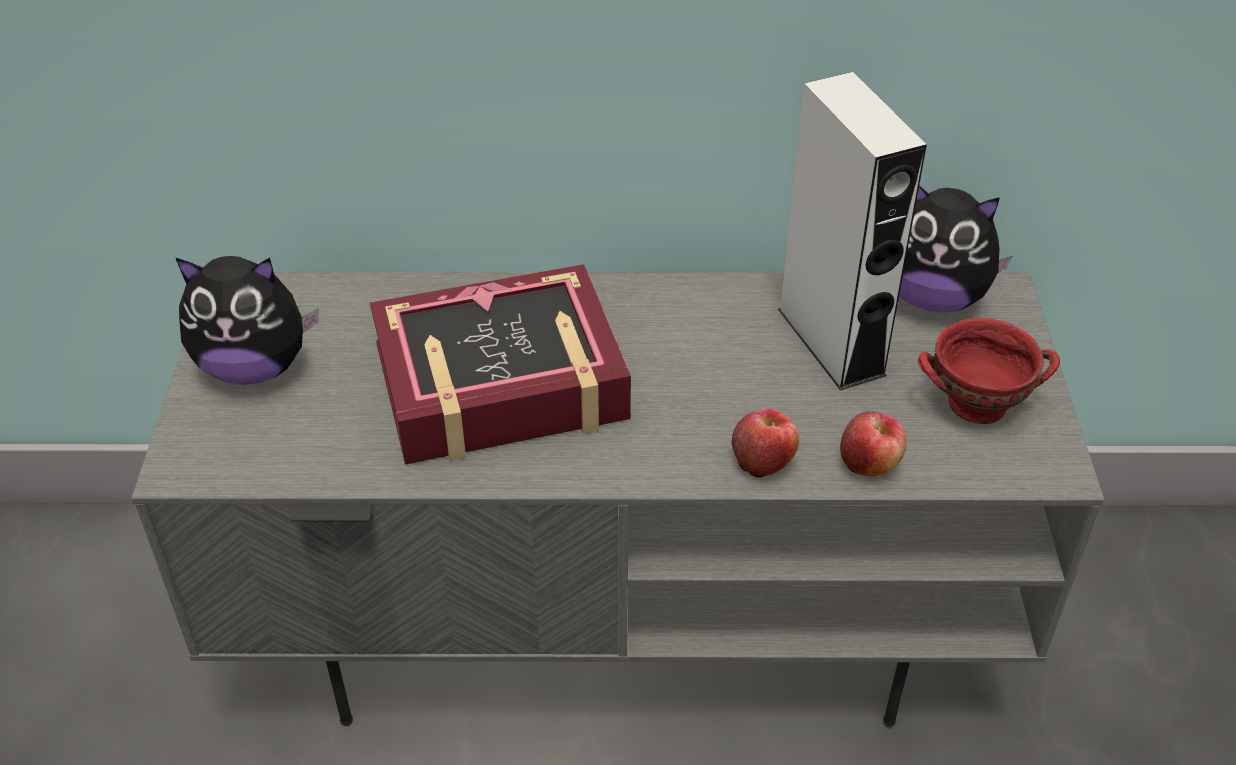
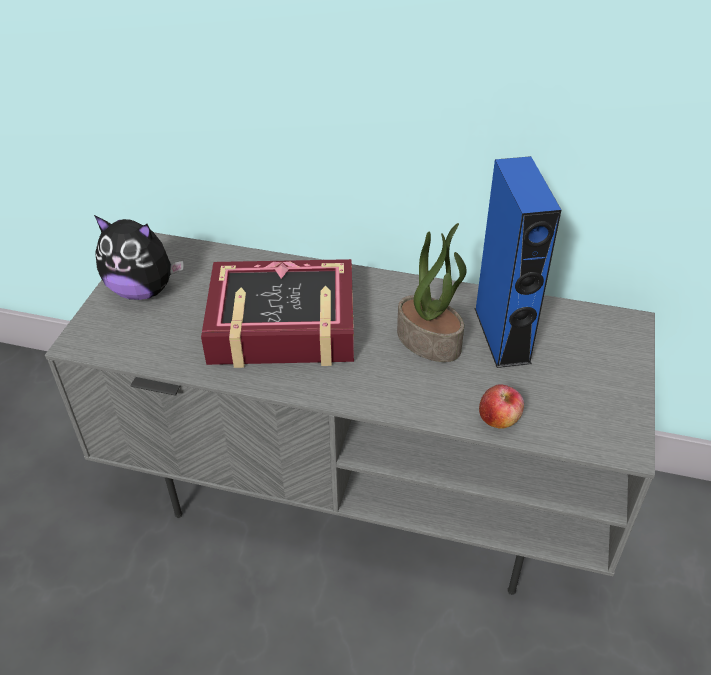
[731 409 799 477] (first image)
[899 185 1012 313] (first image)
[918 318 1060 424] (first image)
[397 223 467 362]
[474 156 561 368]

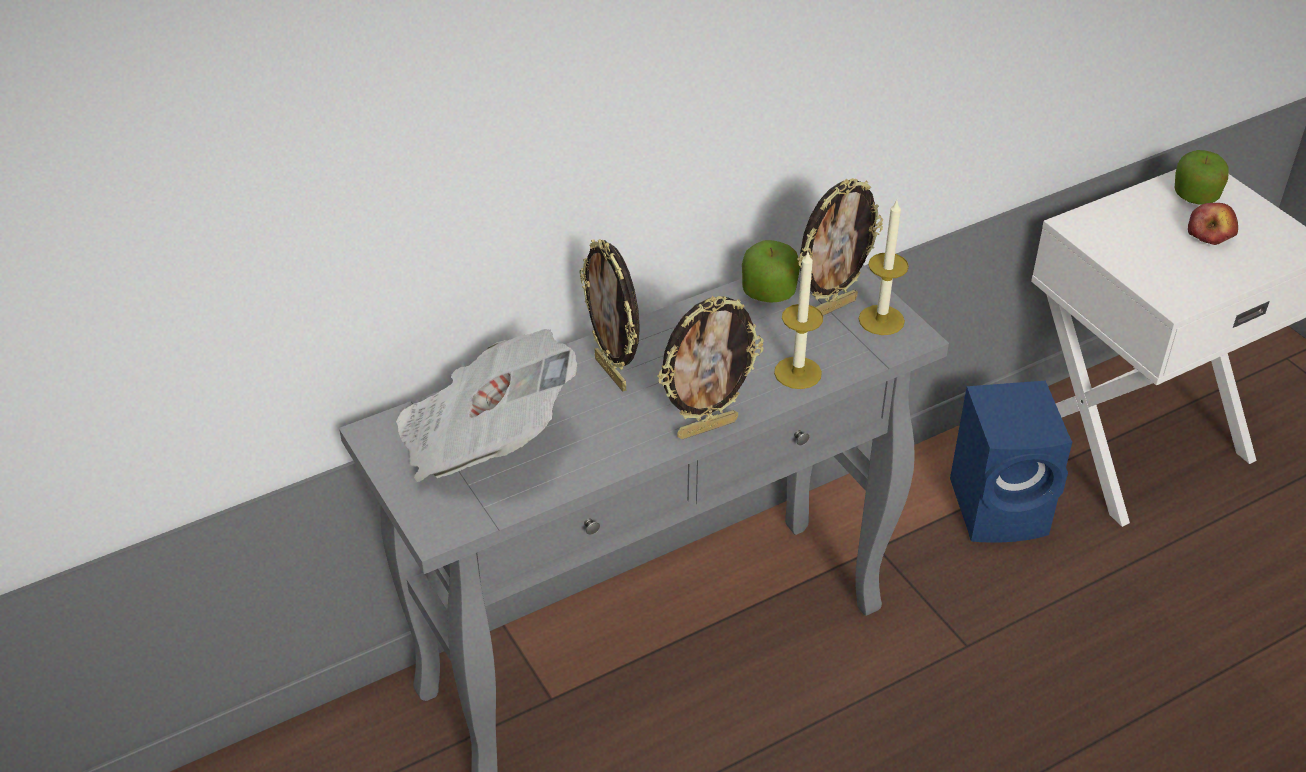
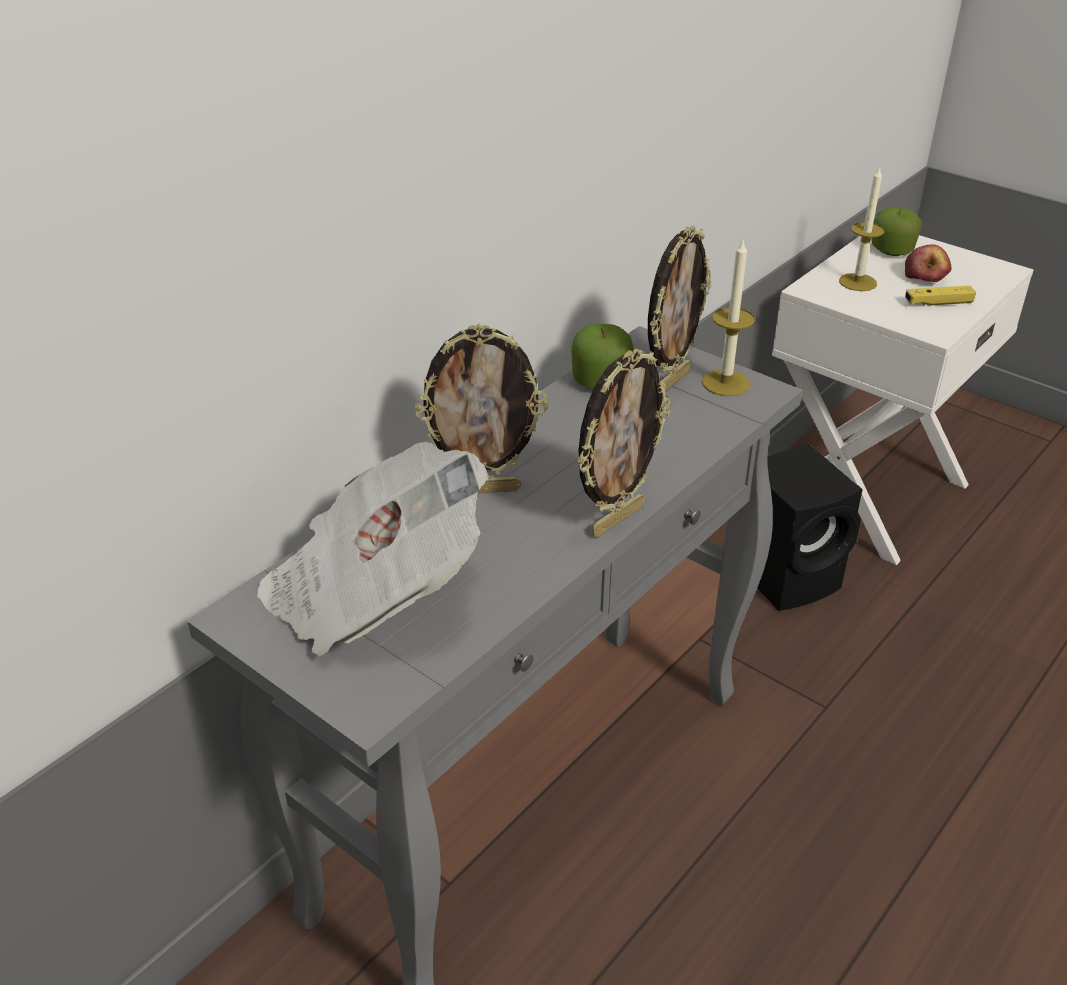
[905 285 976 306]
[839 166 885 291]
[757 444 863 611]
[415 323 548 493]

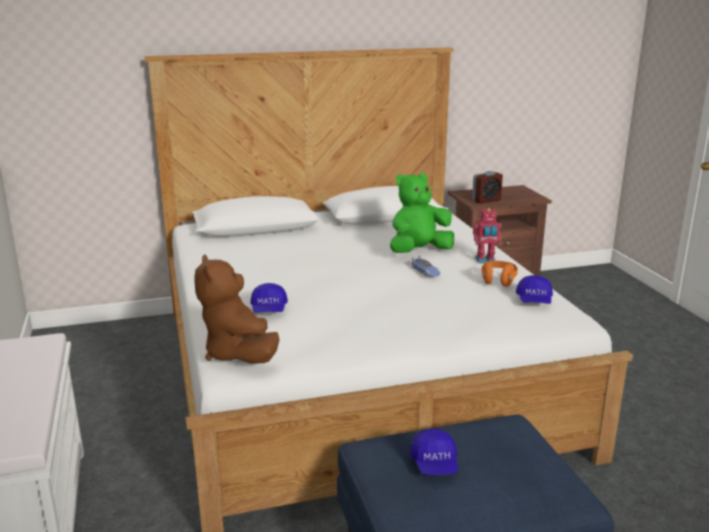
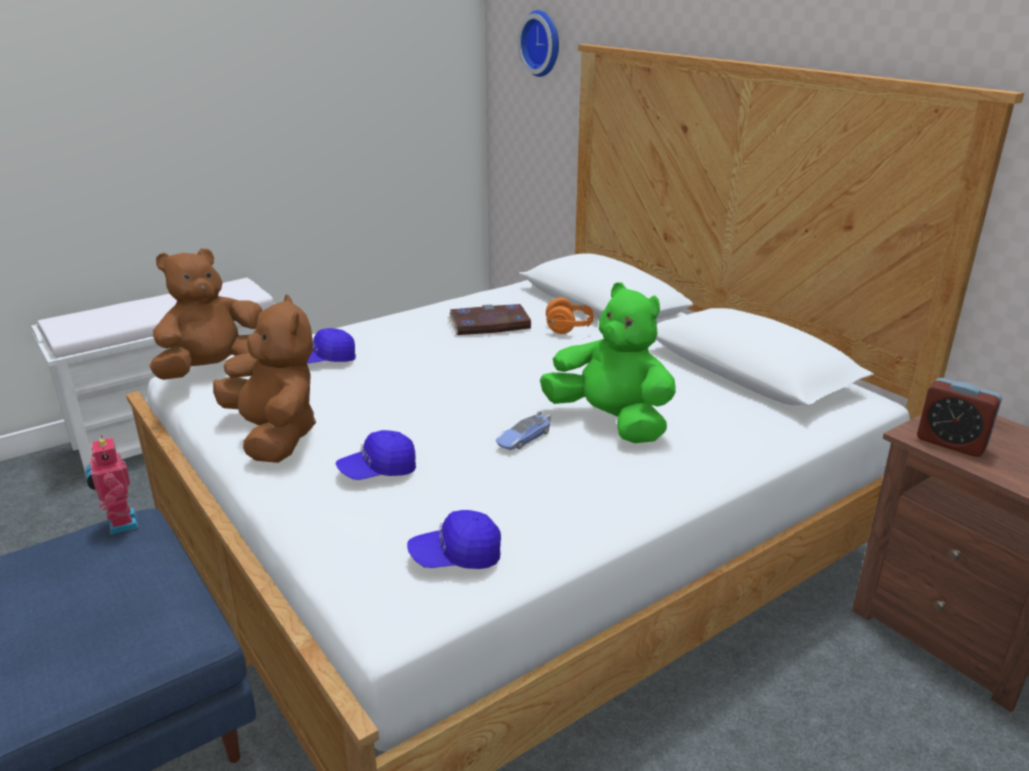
[213 294 316 463]
[448 304 532 335]
[518 10 559 77]
[336 430 416 480]
[86 436 139 535]
[546 298 596 334]

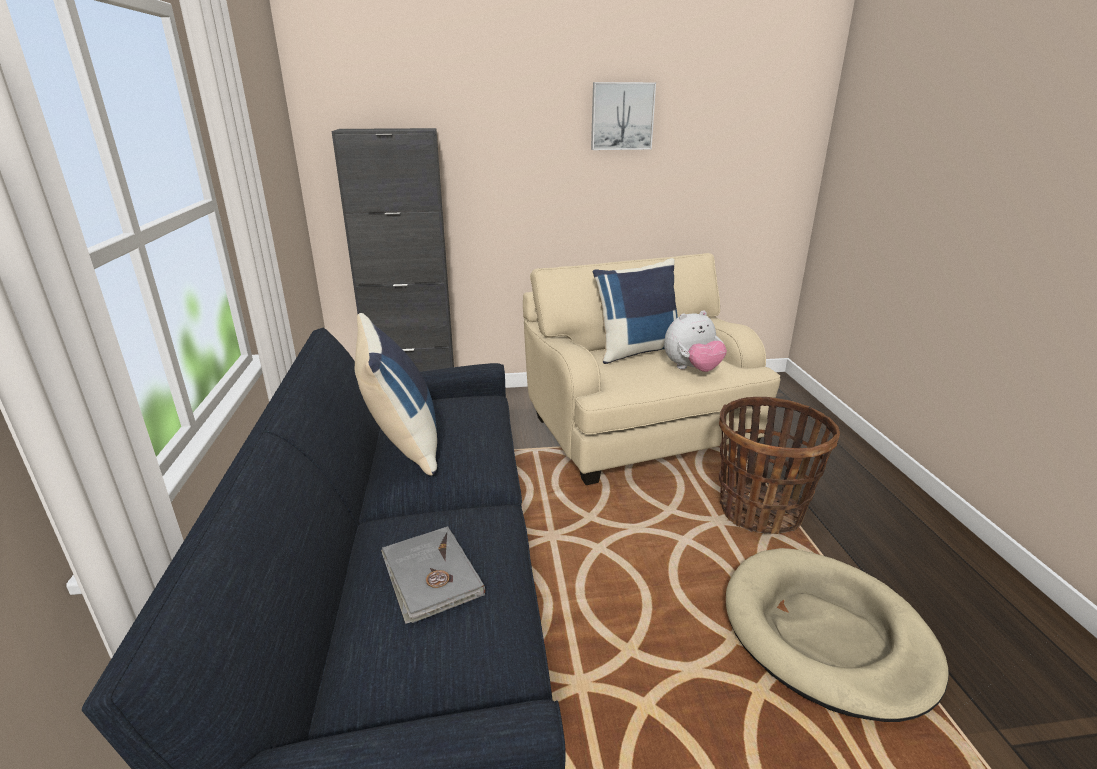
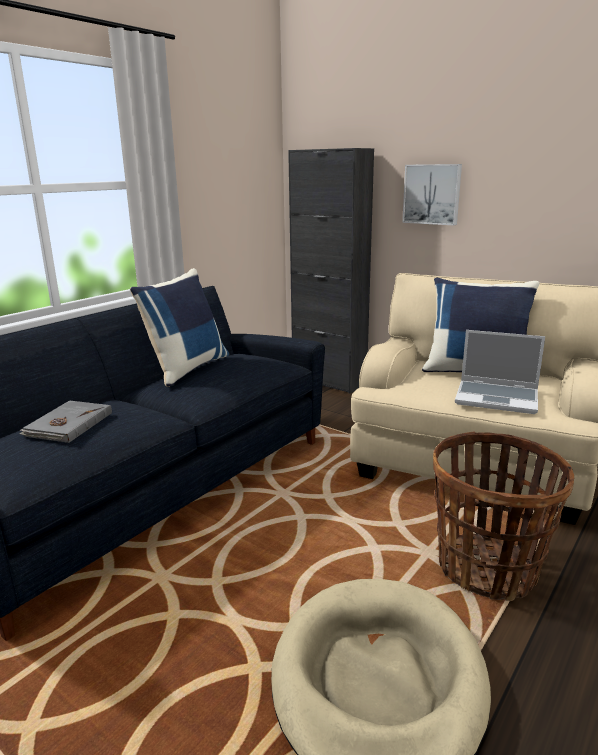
[402 164 462 225]
[455 330 545 414]

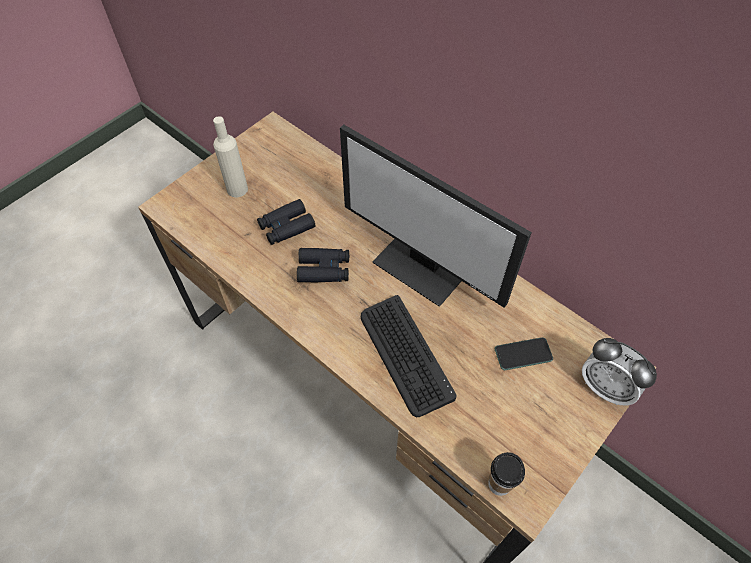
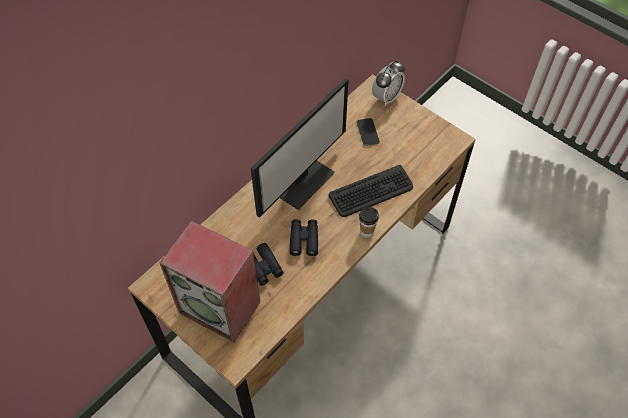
[359 207 379 238]
[160 221 260 342]

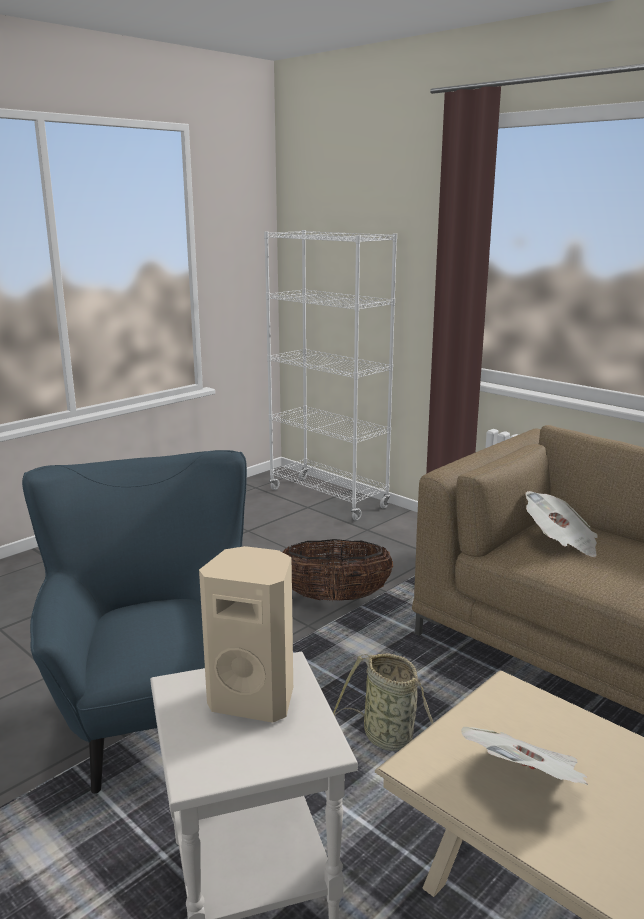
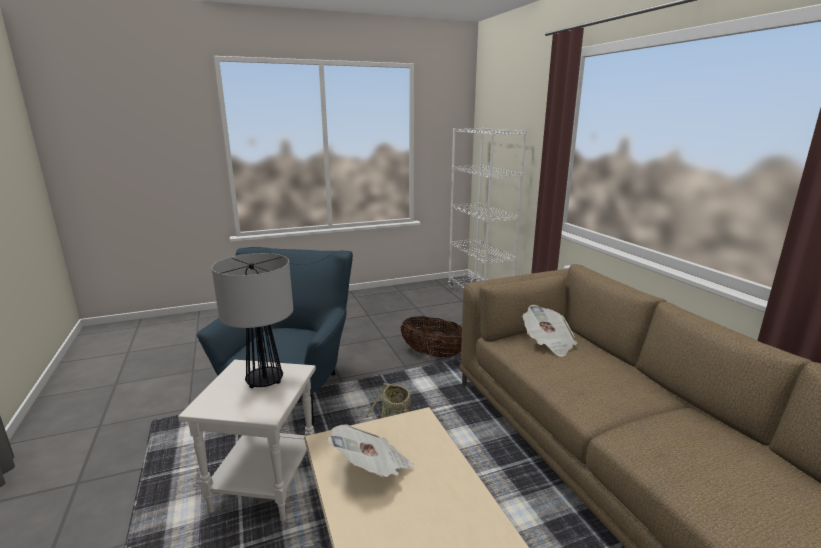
[212 253 293 388]

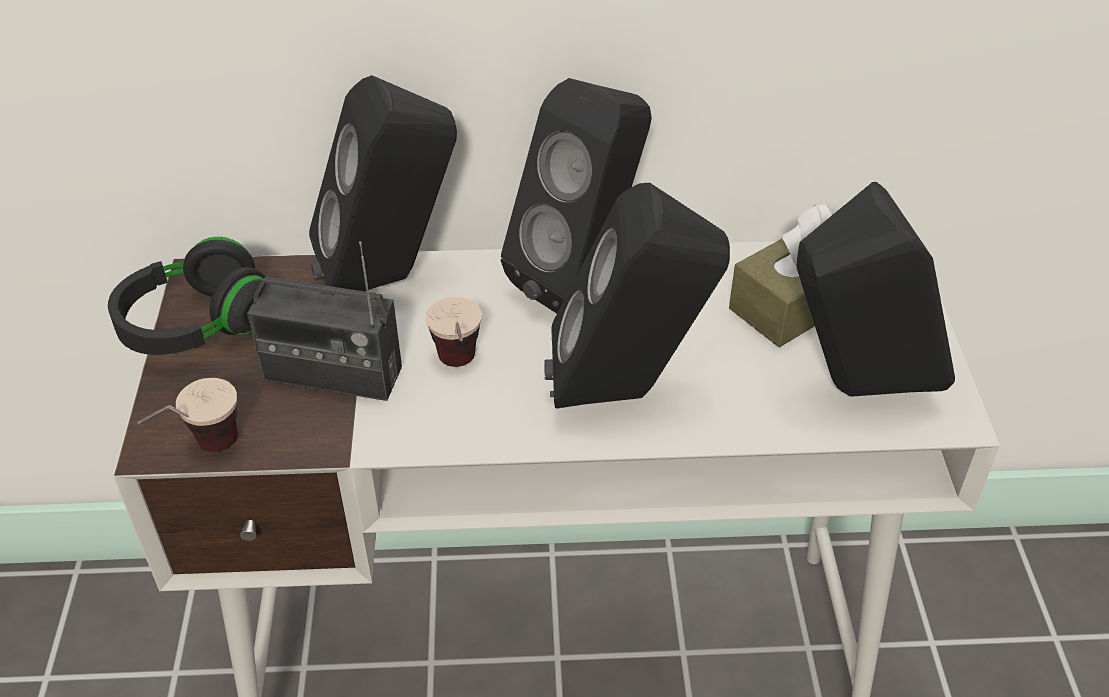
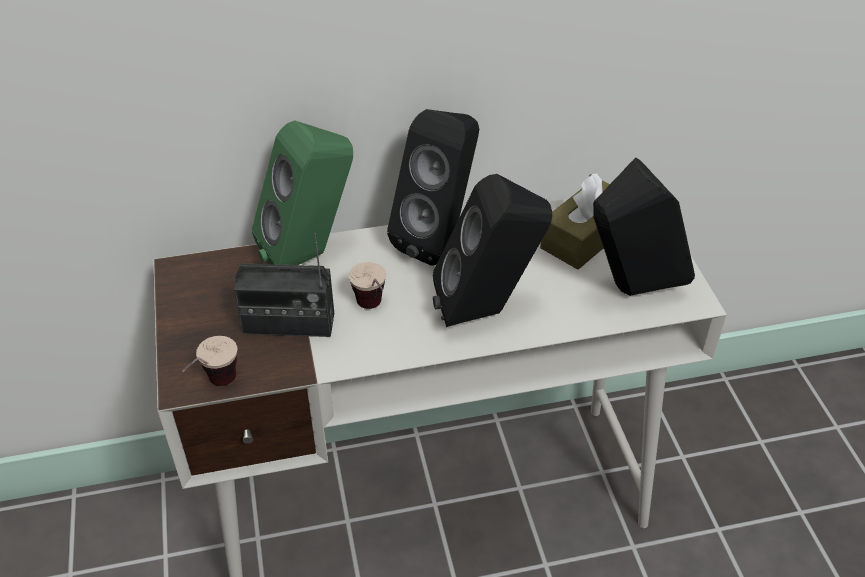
[108 237 265 355] (first image)
[252 120 353 265]

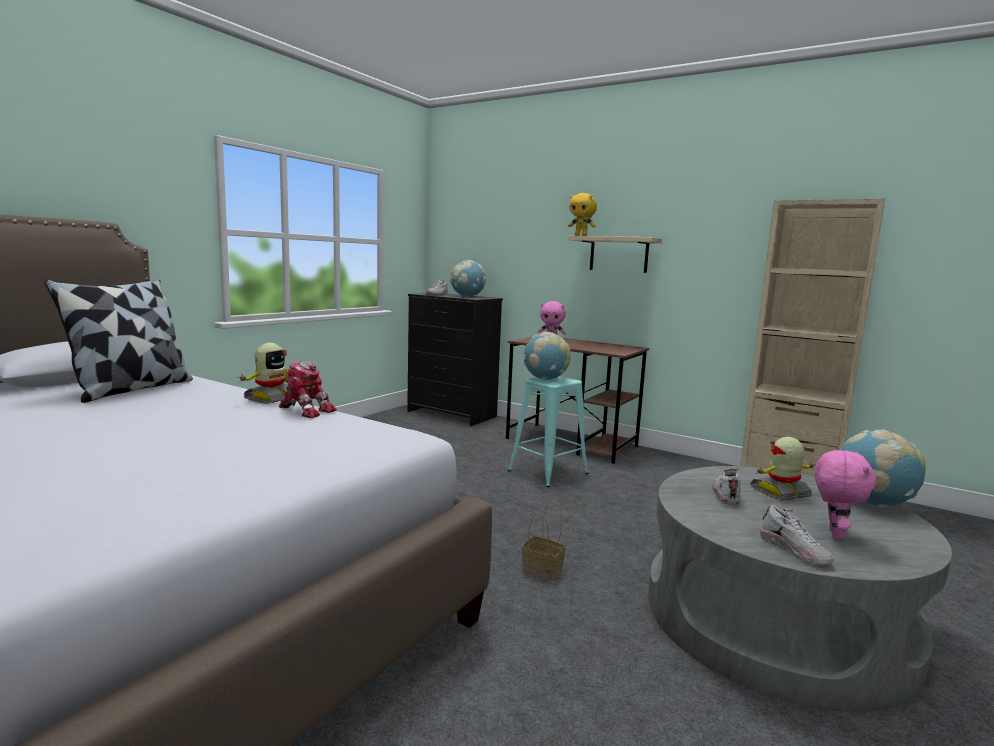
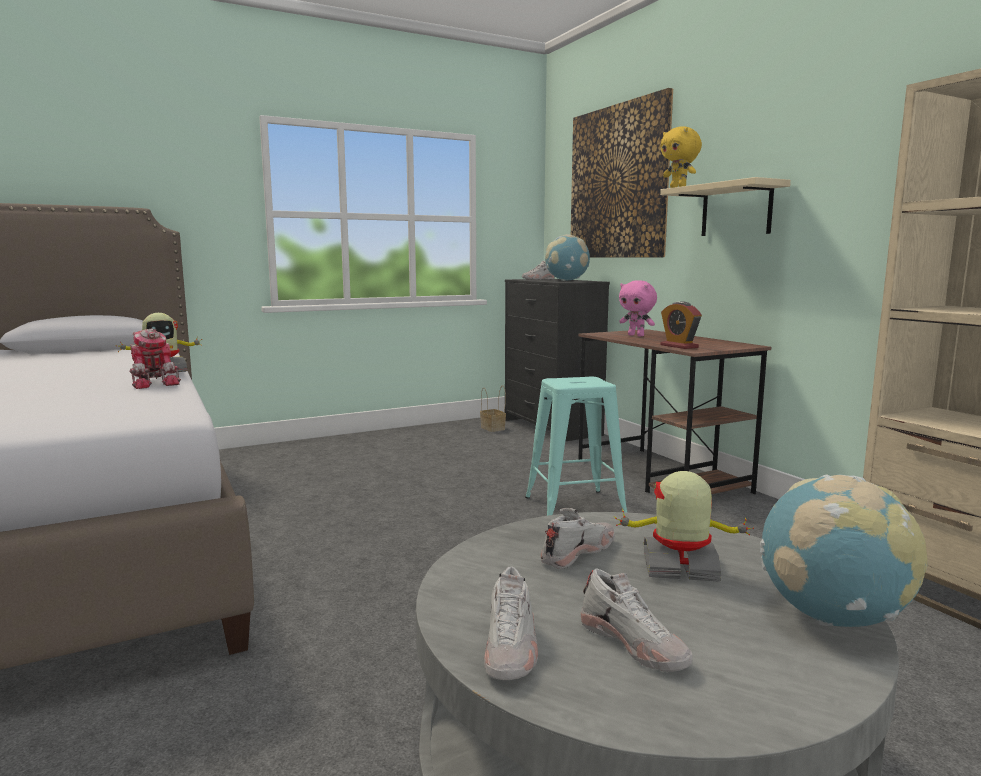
[44 280 193 403] (first image)
[524 332 571 379] (first image)
[571 88 673 257]
[660 301 702 349]
[480 385 506 432]
[581 568 693 672]

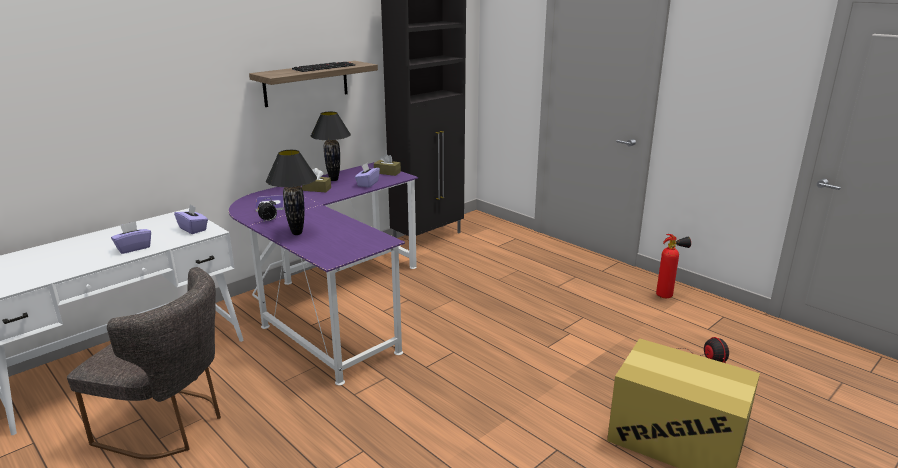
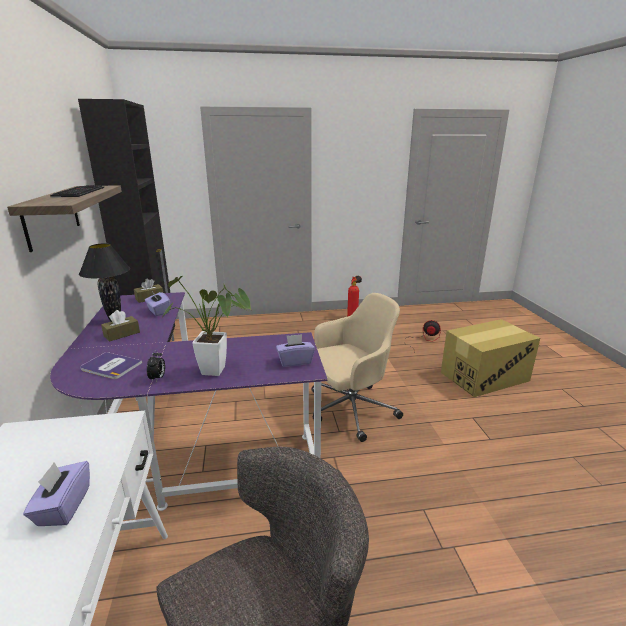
[312 293 403 442]
[276 334 315 367]
[163 276 251 376]

